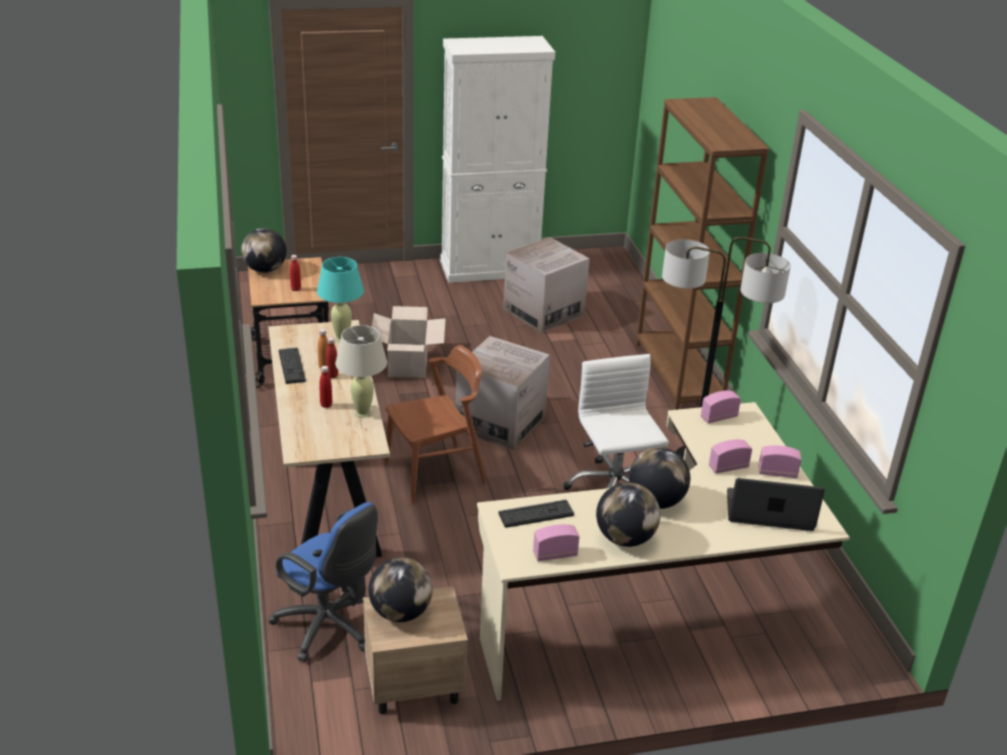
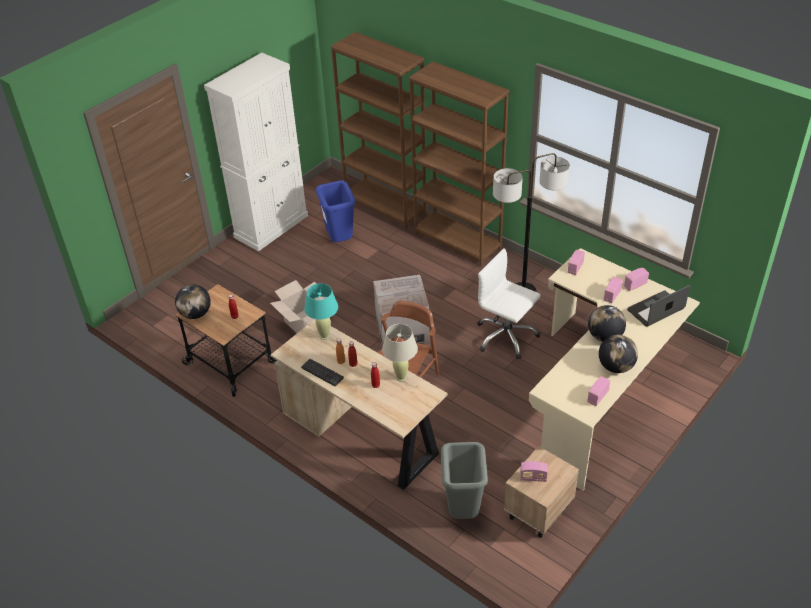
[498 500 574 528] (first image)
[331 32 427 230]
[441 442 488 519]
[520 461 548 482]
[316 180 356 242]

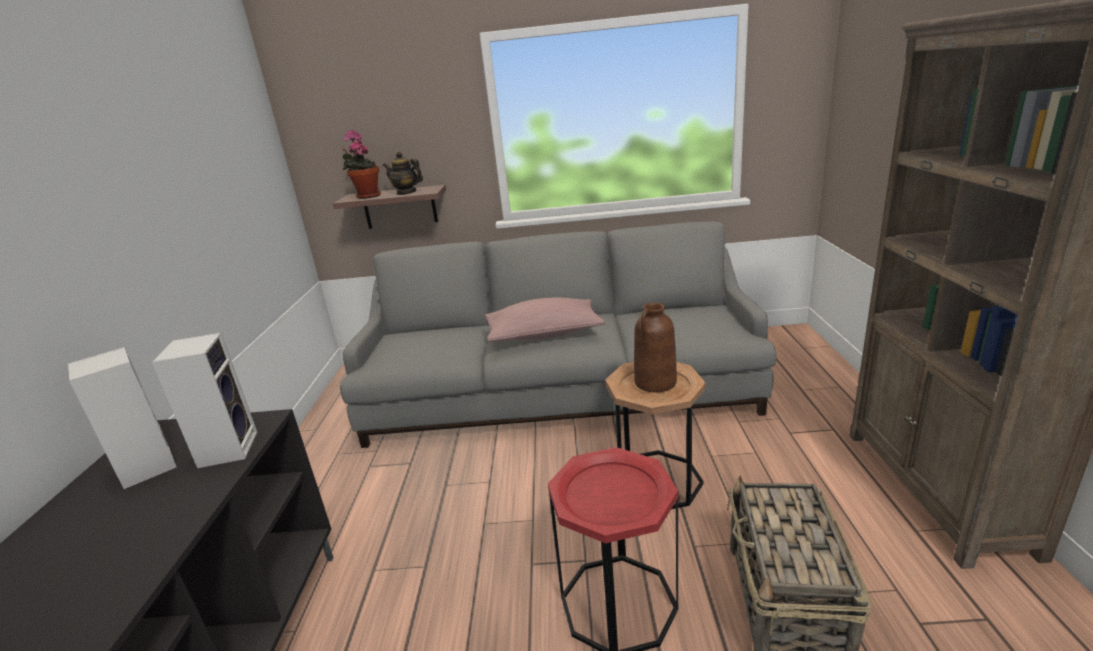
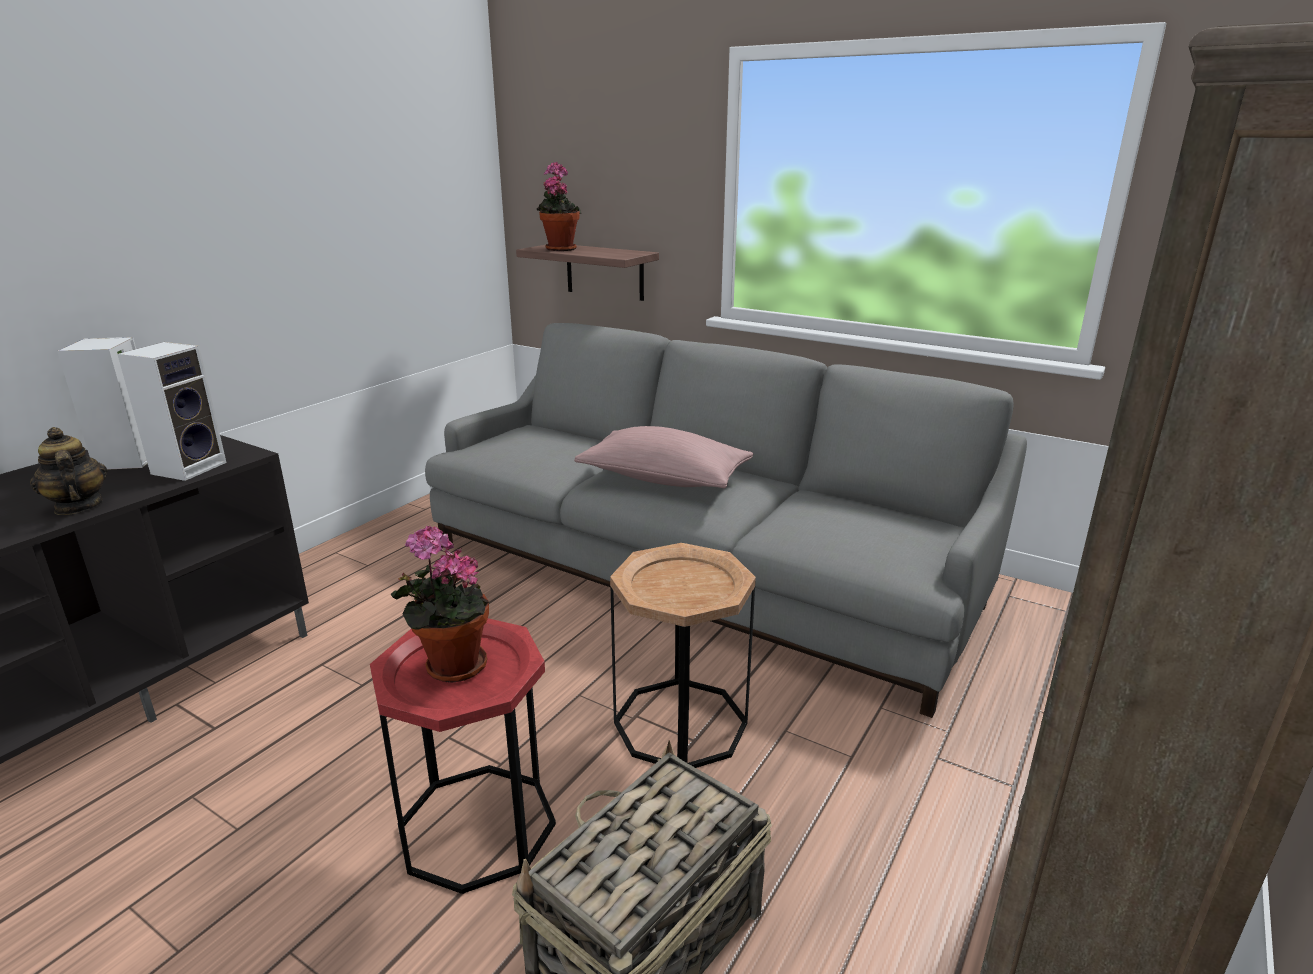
[634 303 677 392] (first image)
[391 525 489 682]
[30 427 107 515]

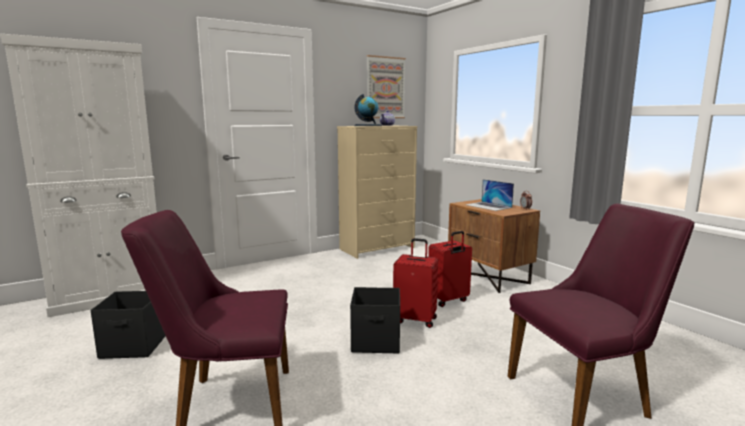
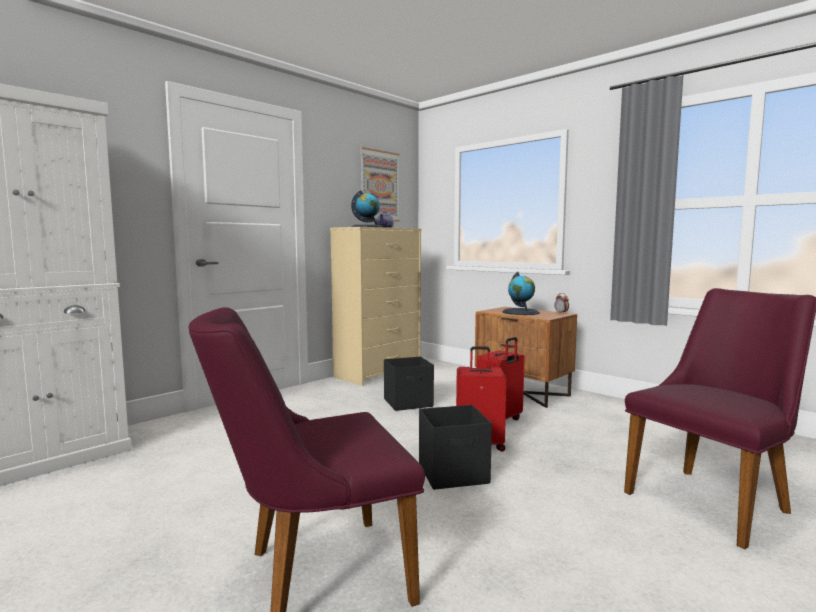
[384 357 434 411]
[503 272 540 315]

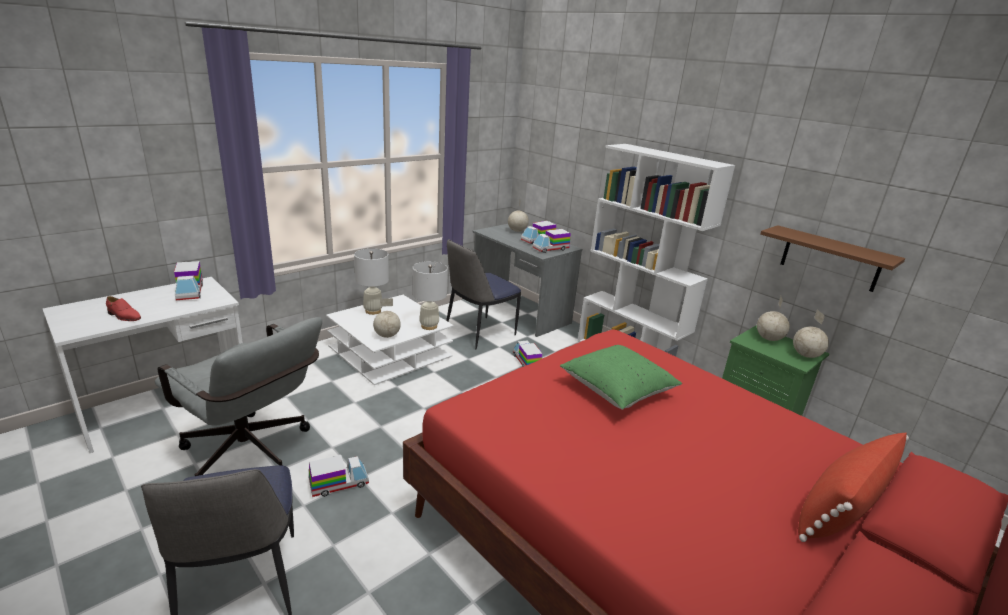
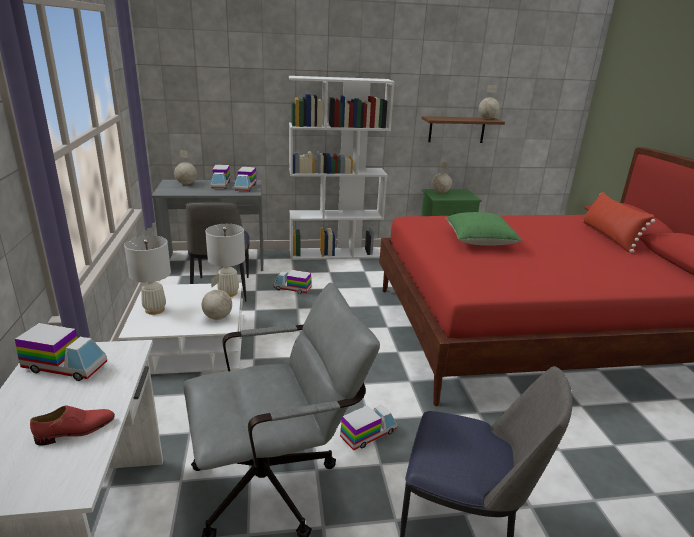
[478 85 500 119]
[340 404 397 451]

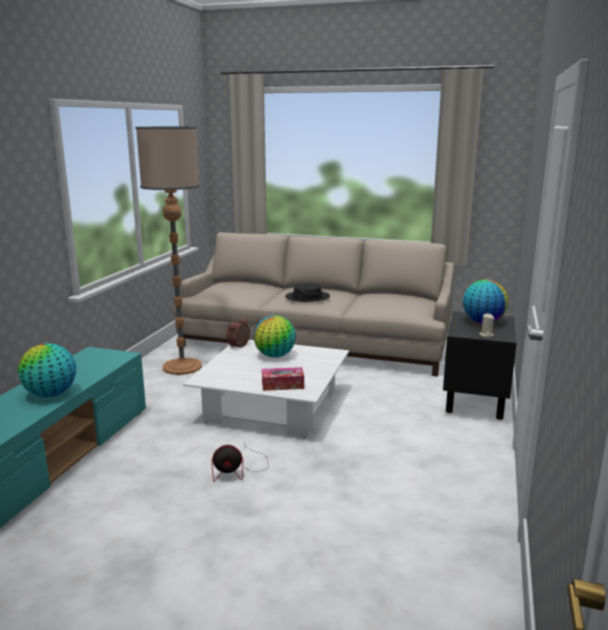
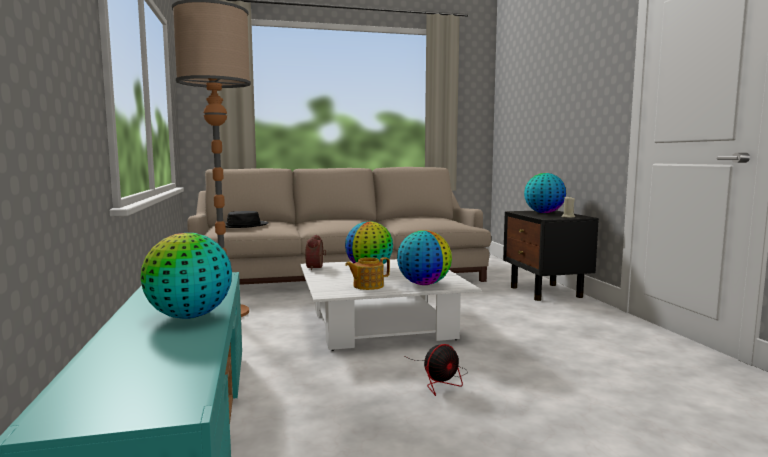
[345 257 390 290]
[225 211 269 228]
[397 230 452 285]

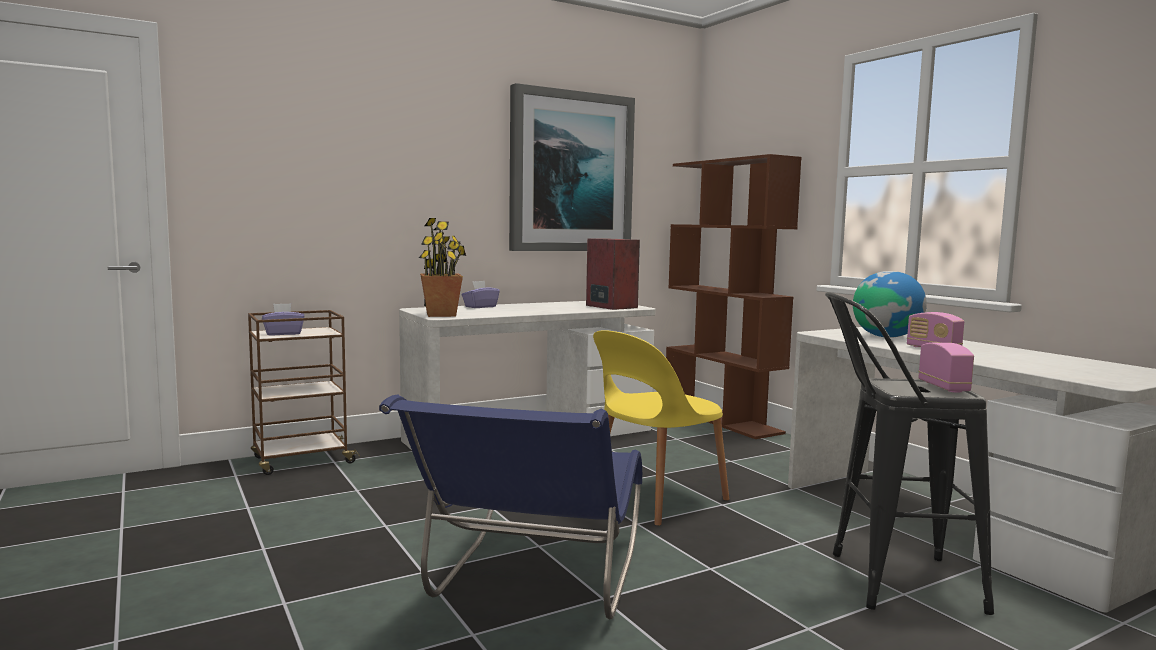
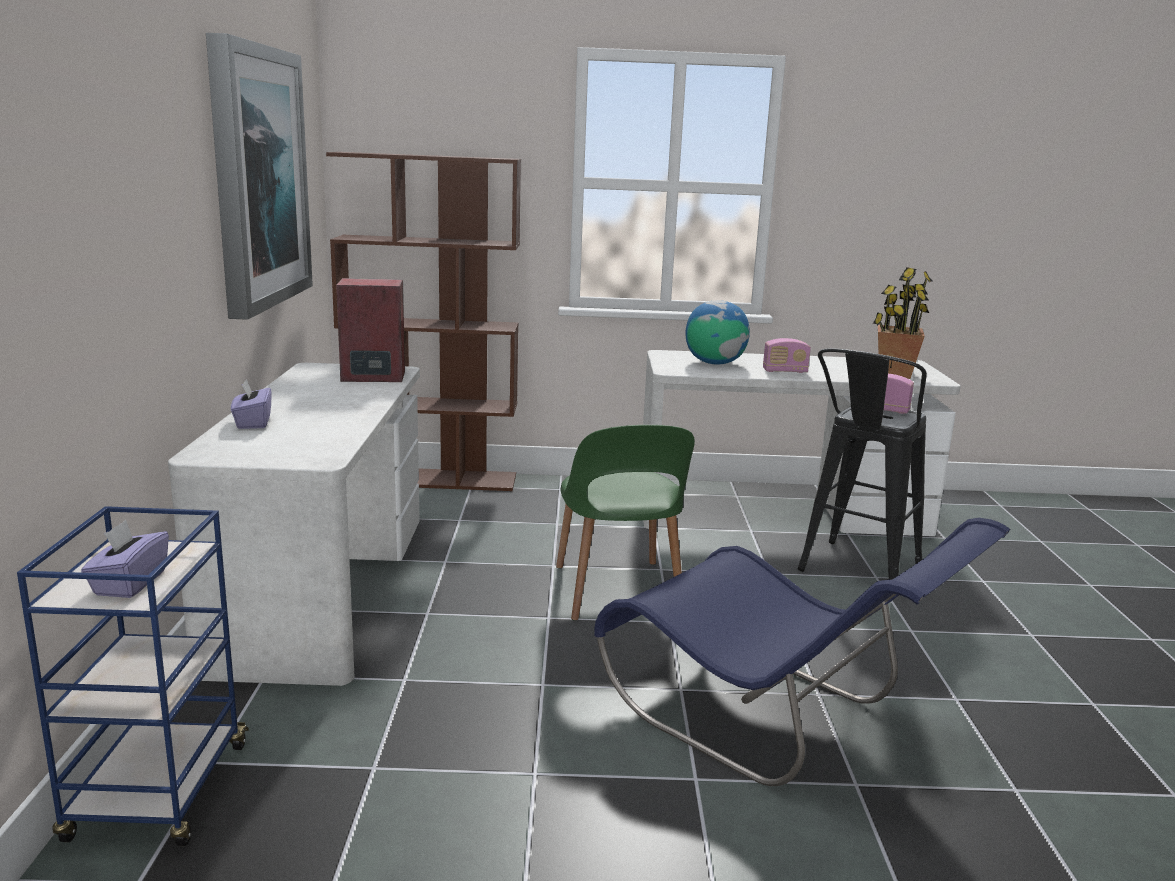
[873 267 932 379]
[17 506 249 846]
[556 425 695 621]

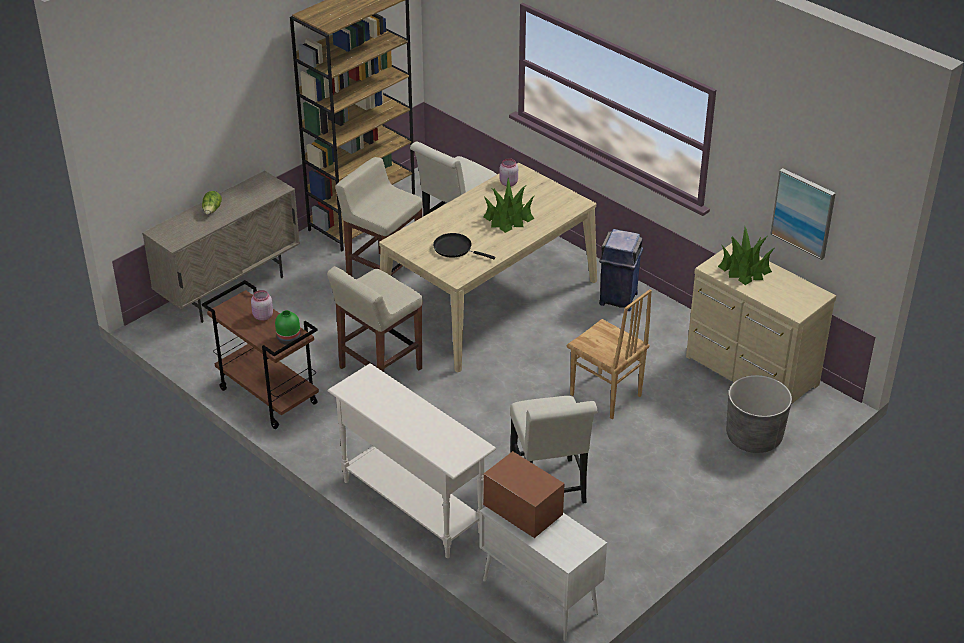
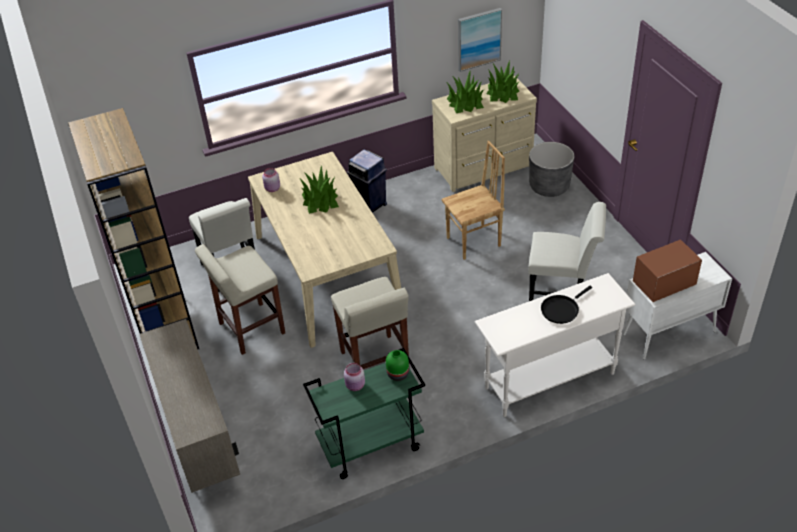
[202 191 222 215] (first image)
[487 61 520 103]
[541 286 592 324]
[303 348 425 479]

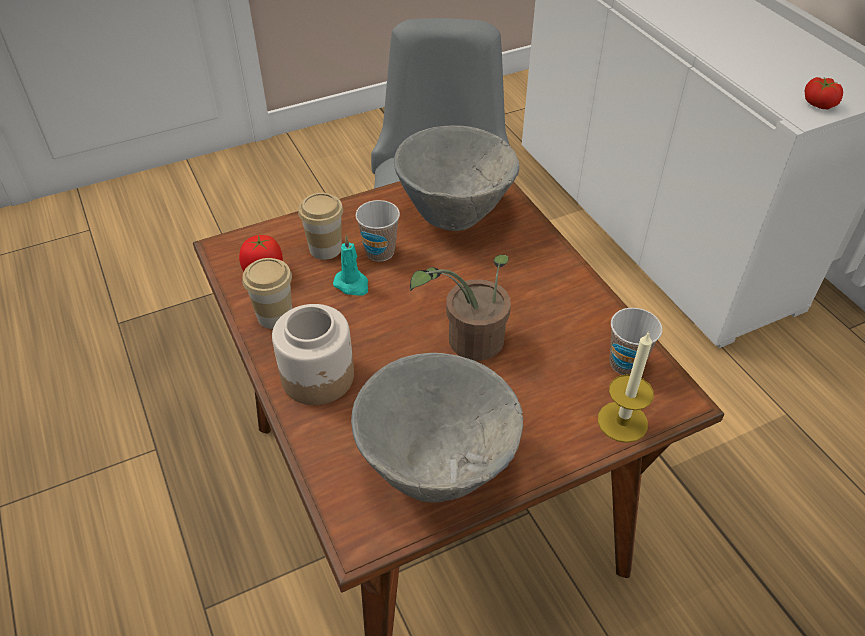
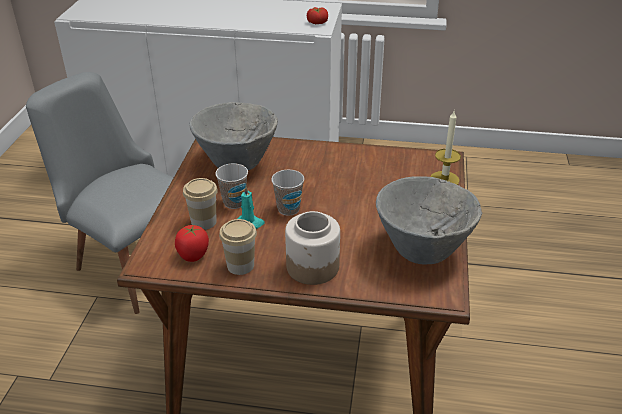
[410 255 511 361] (first image)
[271 170 304 216]

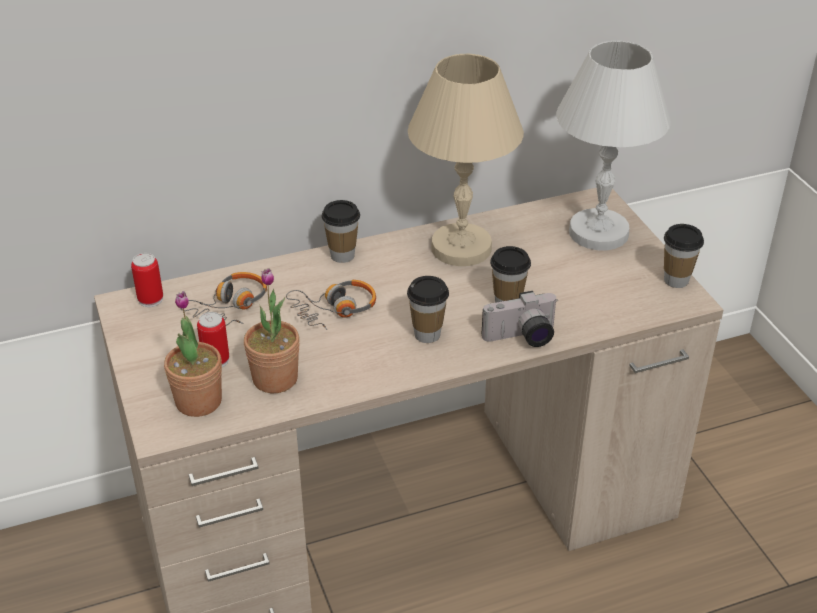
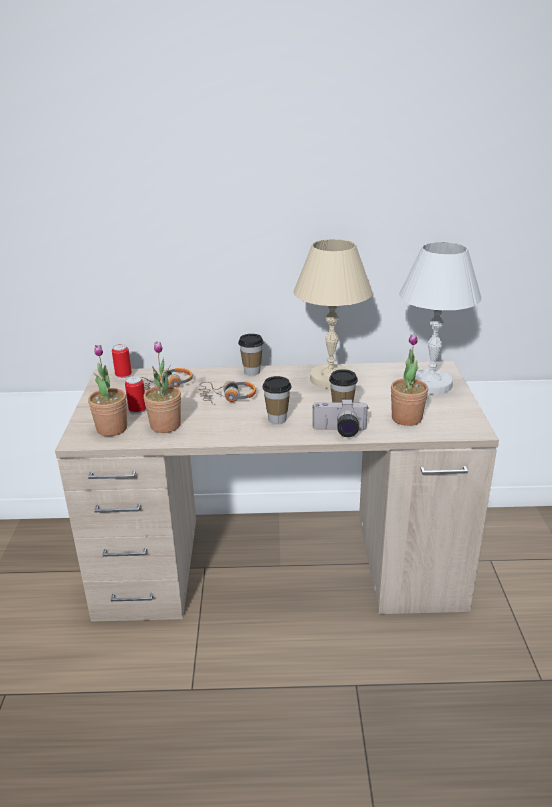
[664 224 704 288] (first image)
[391 333 428 426]

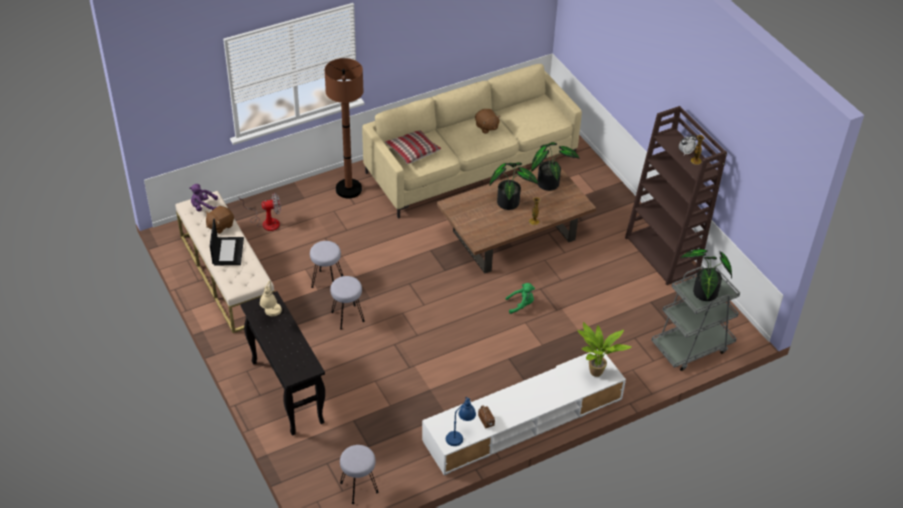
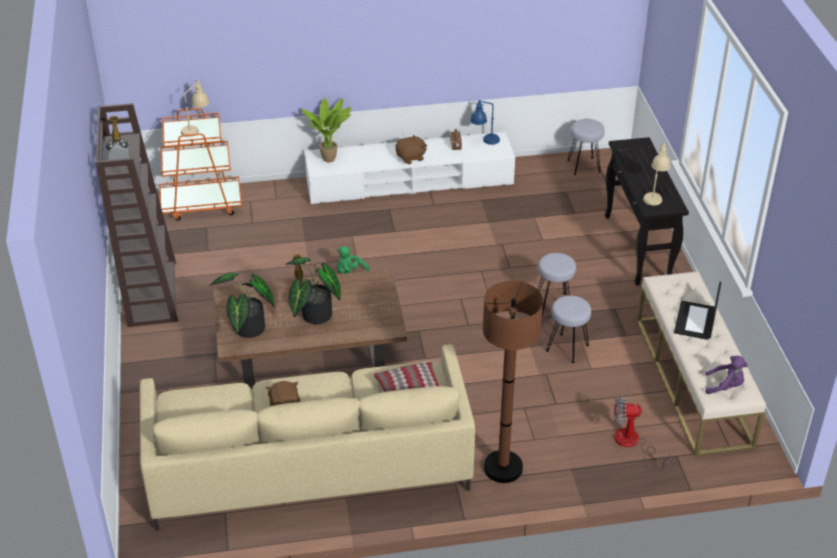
[395 134 427 165]
[181 80 209 137]
[159 108 242 221]

